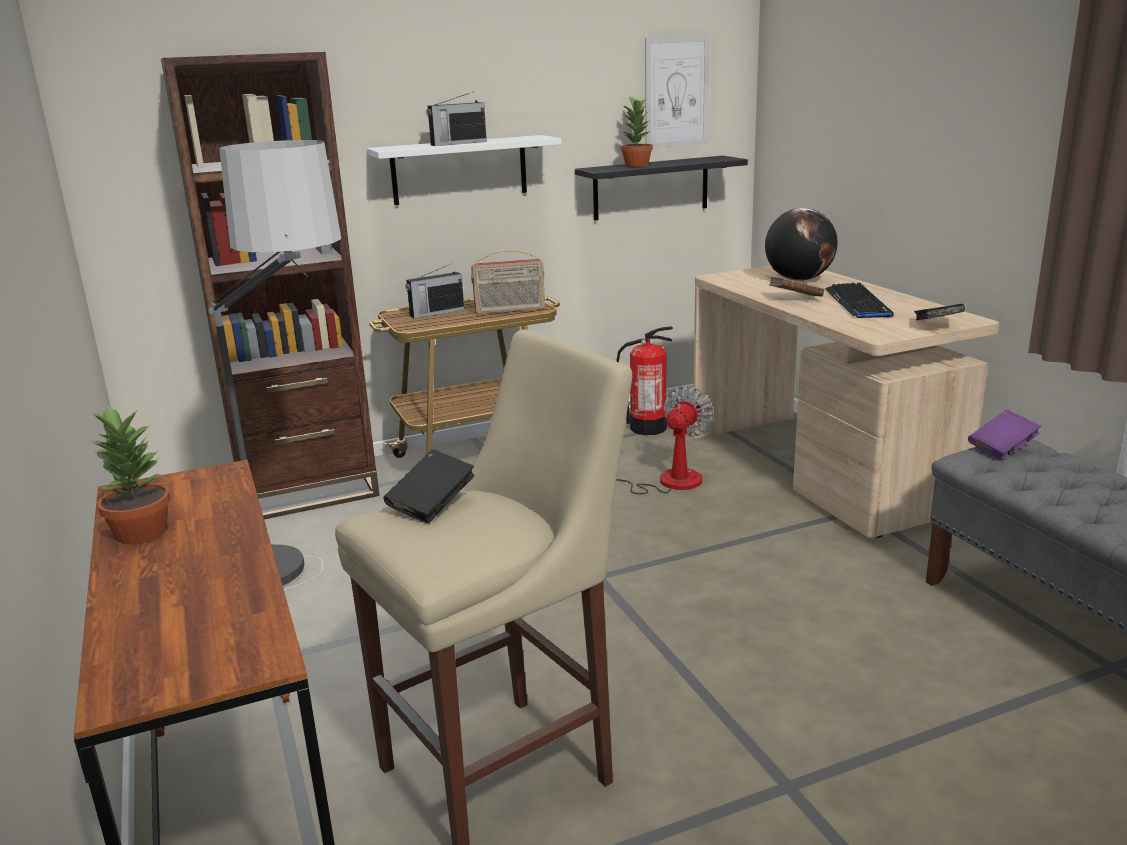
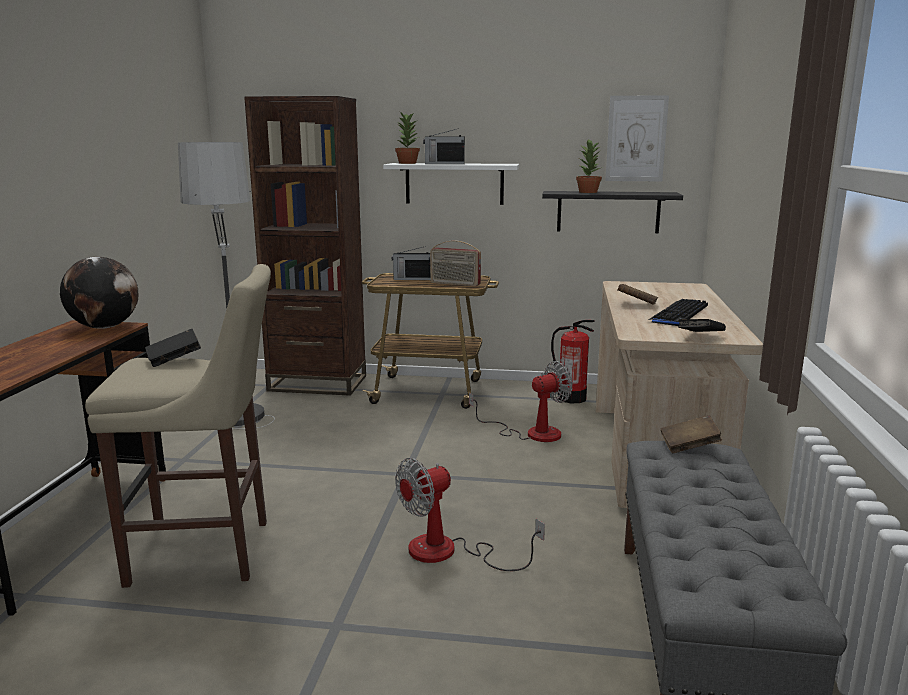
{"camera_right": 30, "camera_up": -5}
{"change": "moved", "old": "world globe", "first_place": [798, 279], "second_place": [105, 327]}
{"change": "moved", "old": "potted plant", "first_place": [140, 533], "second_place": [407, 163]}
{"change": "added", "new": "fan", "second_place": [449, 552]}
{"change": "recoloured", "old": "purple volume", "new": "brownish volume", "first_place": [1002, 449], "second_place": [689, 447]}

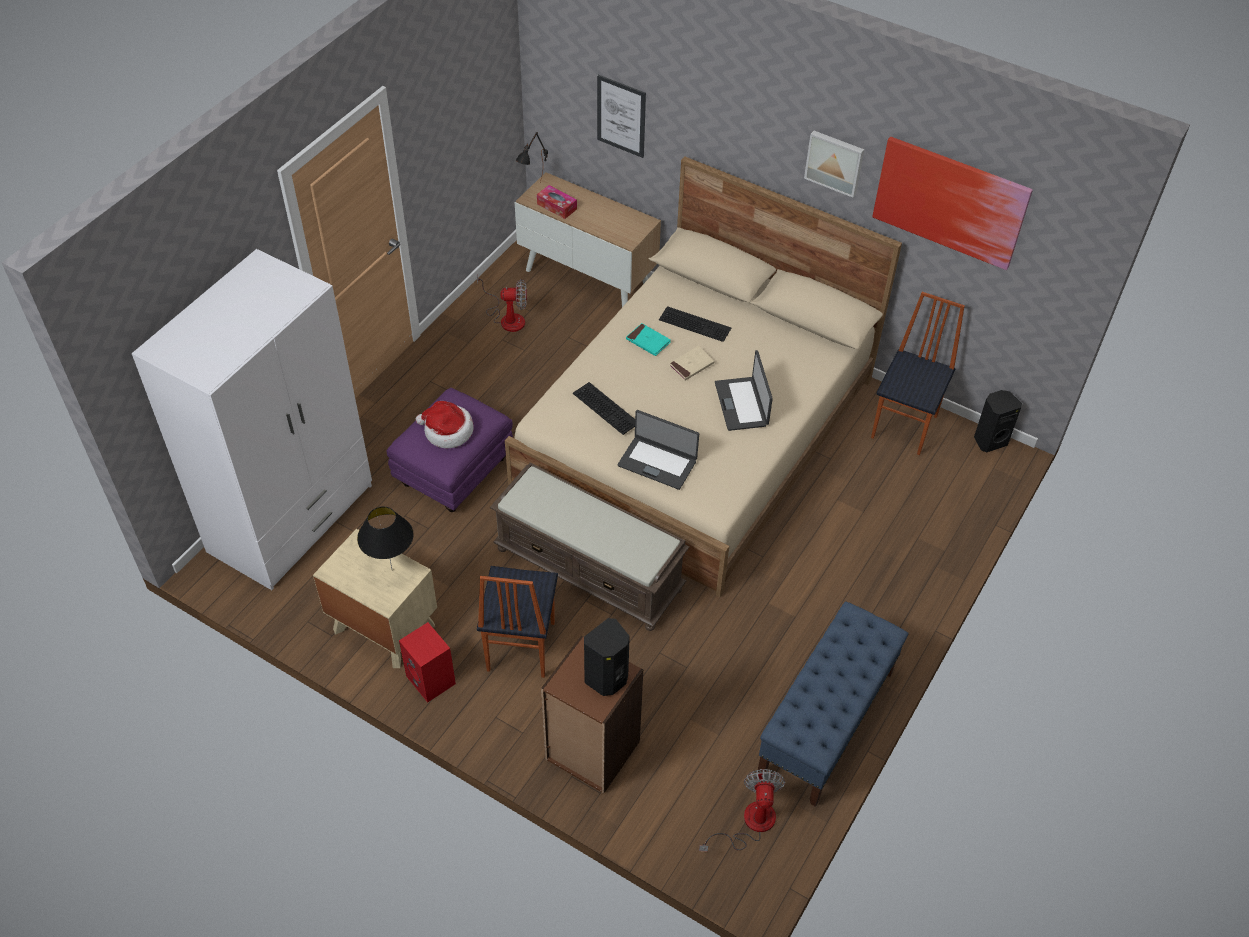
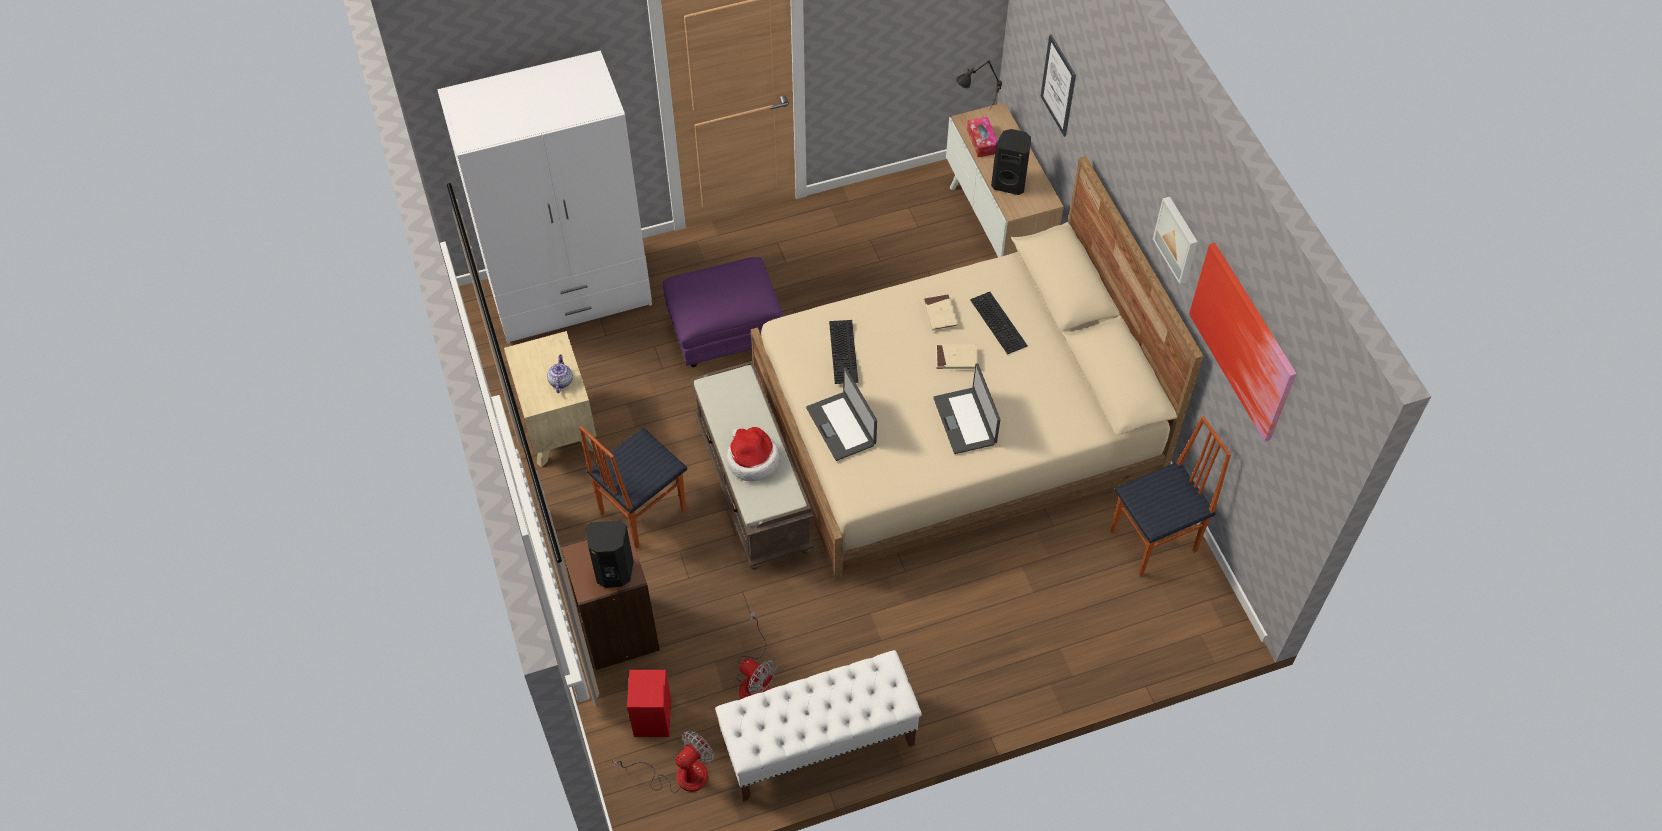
{"camera_right": 40, "camera_up": 5}
{"change": "replaced", "old": "black lamp for a table", "new": "tea pot", "first_place": [391, 570], "second_place": [560, 381]}
{"change": "moved", "old": "reddish audio speaker", "first_place": [432, 680], "second_place": [653, 719]}
{"change": "recoloured", "old": "blue bench", "new": "white bench", "first_place": [826, 723], "second_place": [818, 744]}
{"change": "moved", "old": "wearable hat", "first_place": [447, 431], "second_place": [752, 459]}
{"change": "moved", "old": "fan", "first_place": [507, 317], "second_place": [754, 680]}
{"change": "recoloured", "old": "turquoise-coloured volume", "new": "beige-coloured volume", "first_place": [648, 341], "second_place": [940, 314]}
{"change": "turned", "old": "notebook computer", "first_place": [742, 404], "second_place": [965, 421], "degrees": -45}
{"change": "moved", "old": "black audio speaker", "first_place": [989, 440], "second_place": [1009, 183]}

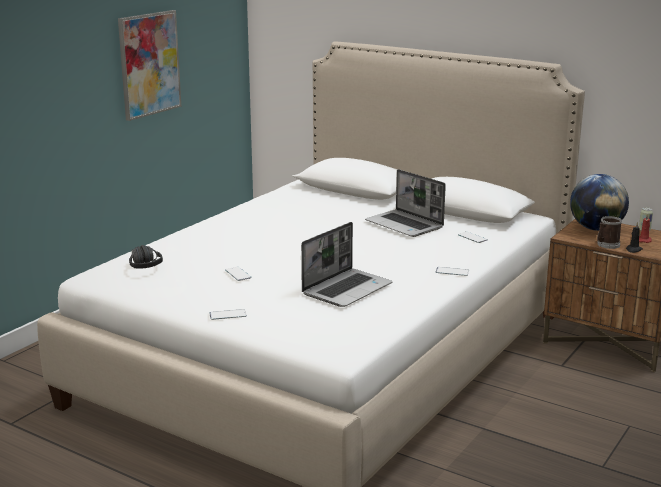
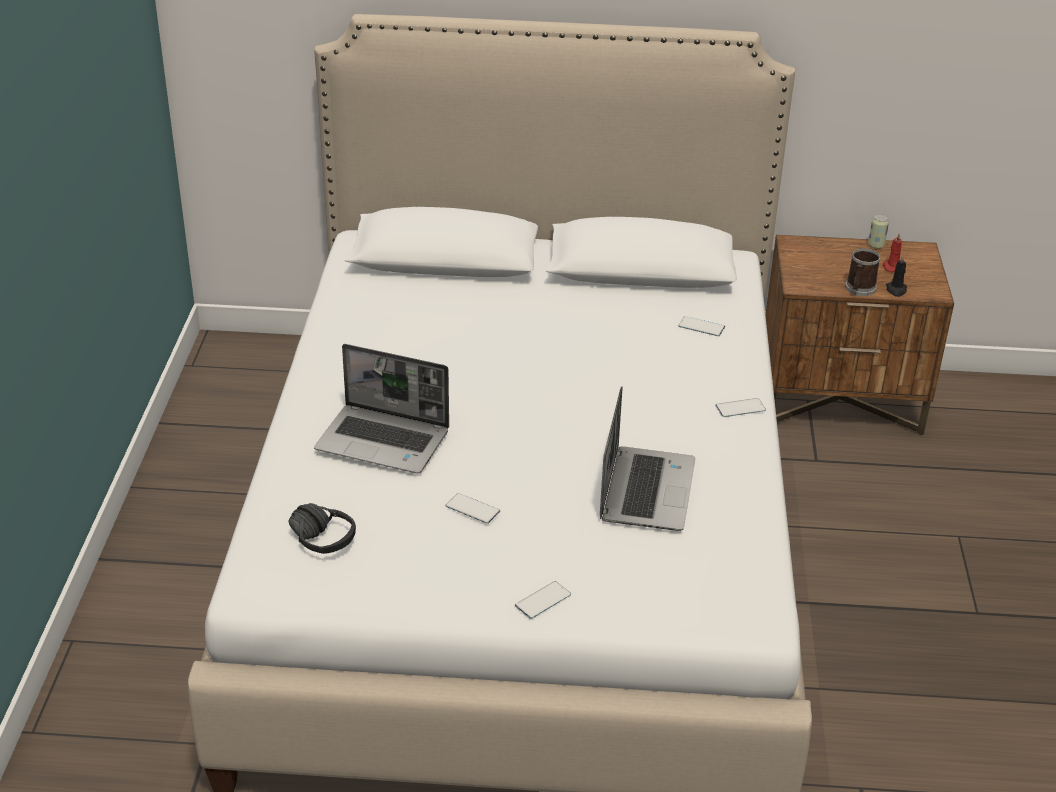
{"camera_right": -30, "camera_up": 15}
{"change": "moved", "old": "notebook computer", "first_place": [405, 225], "second_place": [384, 441]}
{"change": "removed", "old": "wall art", "first_place": [149, 64]}
{"change": "removed", "old": "world globe", "first_place": [596, 229]}

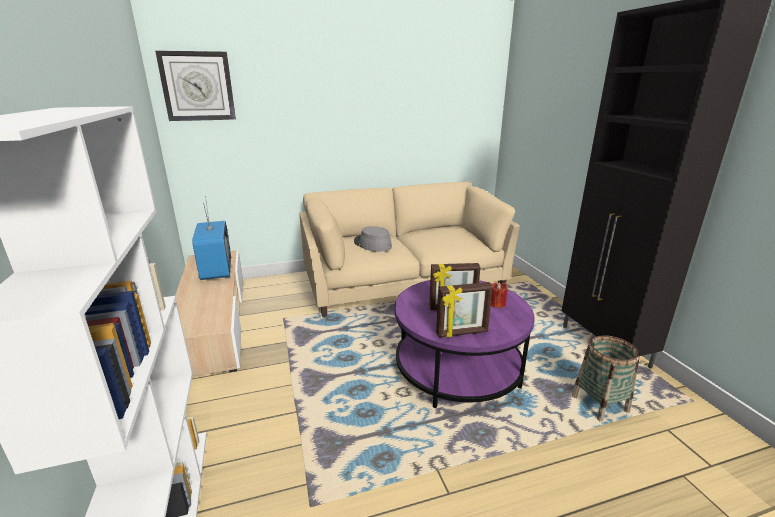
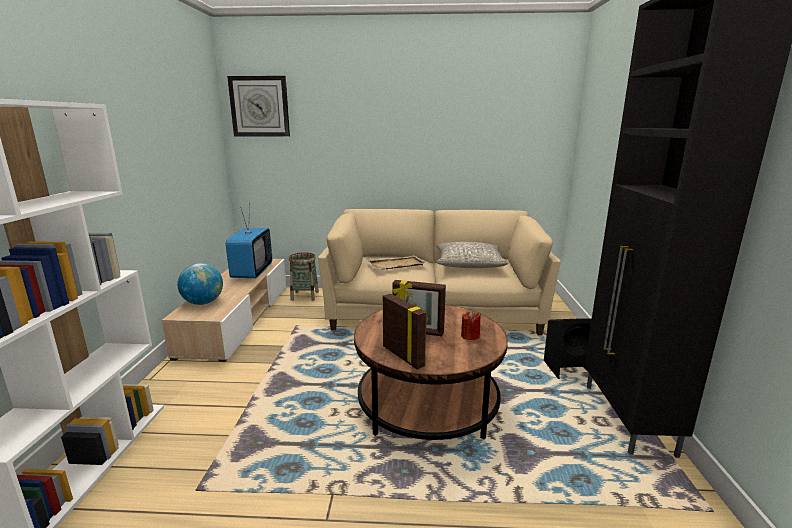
{"camera_right": 20, "camera_up": -5}
{"change": "added", "new": "world globe", "second_place": [203, 302]}
{"change": "moved", "old": "storage basket", "first_place": [599, 404], "second_place": [305, 296]}
{"change": "recoloured", "old": "purple coffee table", "new": "brownish coffee table", "first_place": [457, 368], "second_place": [428, 404]}
{"change": "replaced", "old": "grey wearable hat", "new": "beige-coloured serving tray", "first_place": [372, 244], "second_place": [395, 264]}
{"change": "turned", "old": "standing frame", "first_place": [462, 333], "second_place": [404, 356], "degrees": -135}
{"change": "added", "new": "grey cushion", "second_place": [469, 264]}
{"change": "added", "new": "black audio speaker", "second_place": [569, 369]}

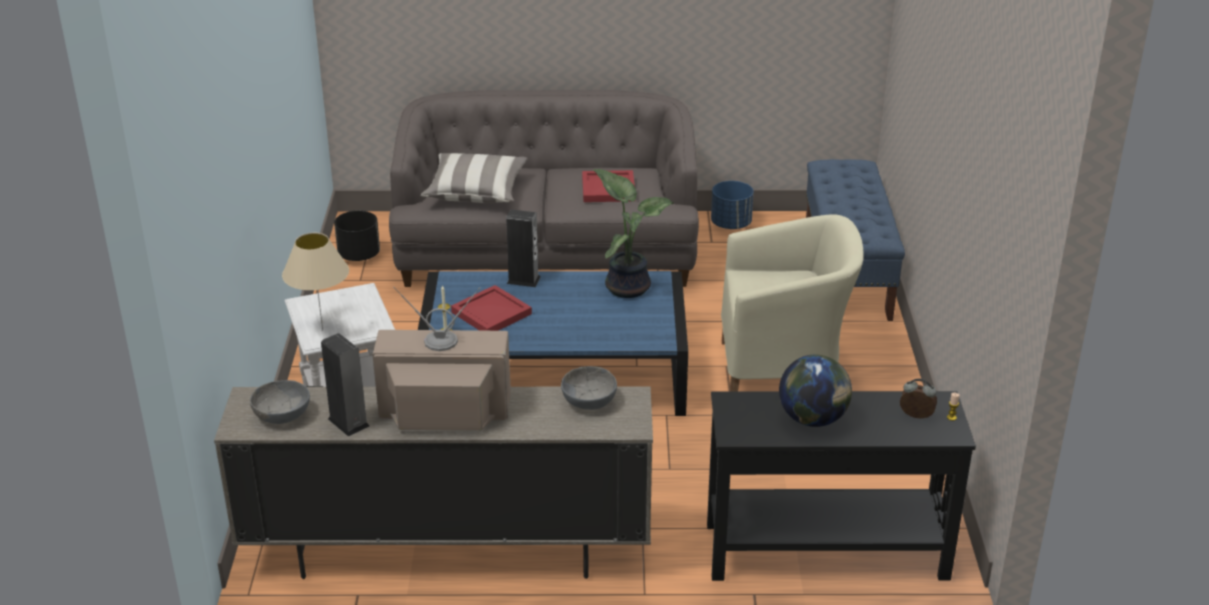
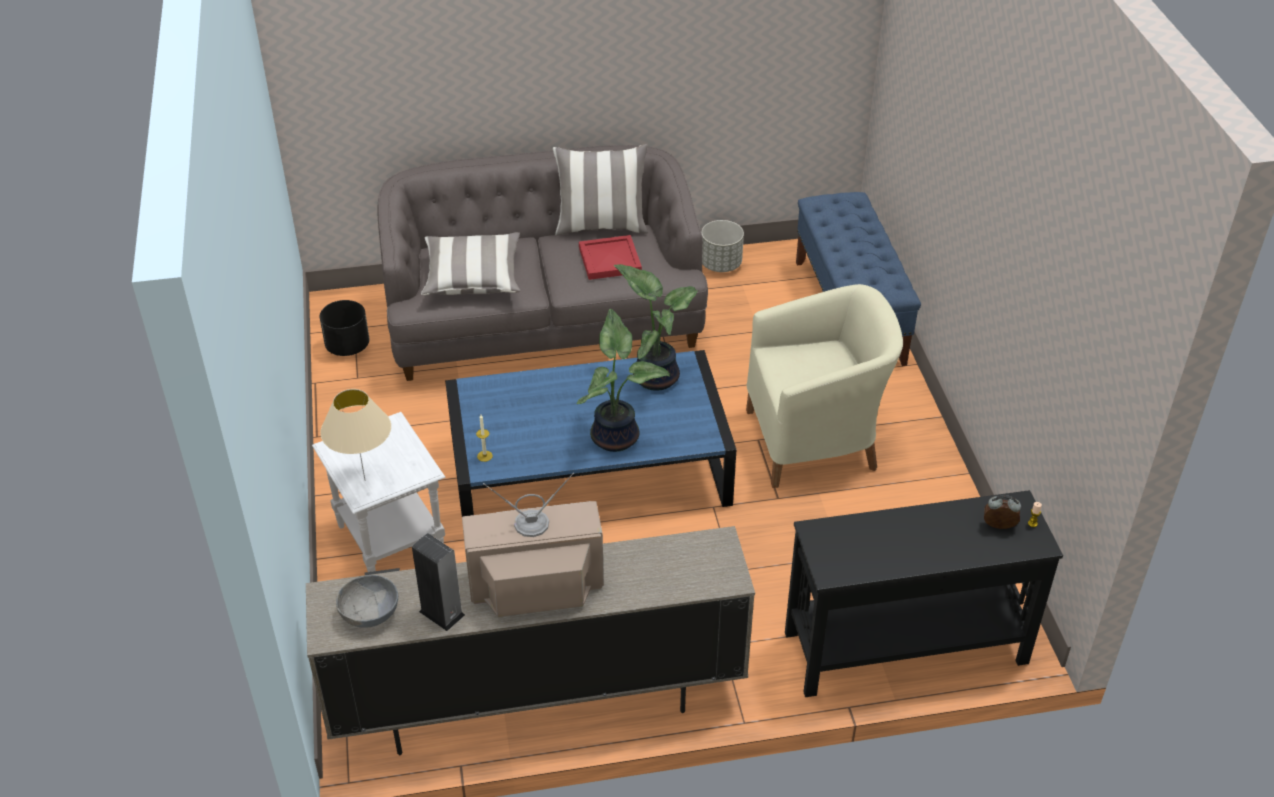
{"camera_right": -10, "camera_up": 10}
{"change": "added", "new": "cushion", "second_place": [601, 226]}
{"change": "added", "new": "potted plant", "second_place": [617, 436]}
{"change": "recoloured", "old": "blue plant pot", "new": "grey plant pot", "first_place": [731, 224], "second_place": [721, 264]}
{"change": "removed", "old": "reddish serving tray", "first_place": [490, 313]}
{"change": "removed", "old": "audio speaker", "first_place": [523, 280]}
{"change": "removed", "old": "grey bowl", "first_place": [588, 401]}
{"change": "removed", "old": "world globe", "first_place": [813, 419]}

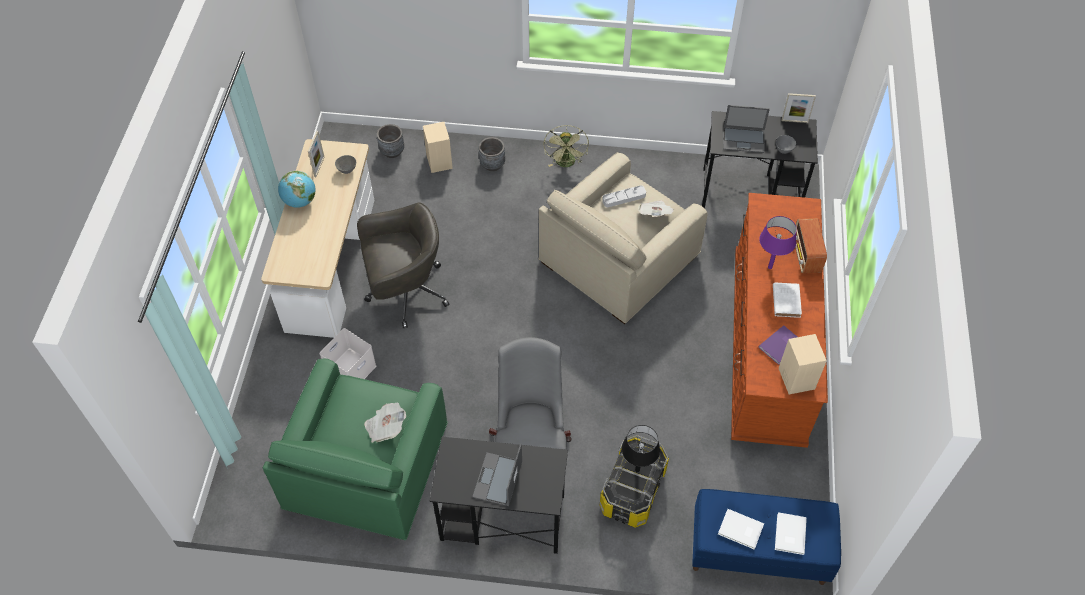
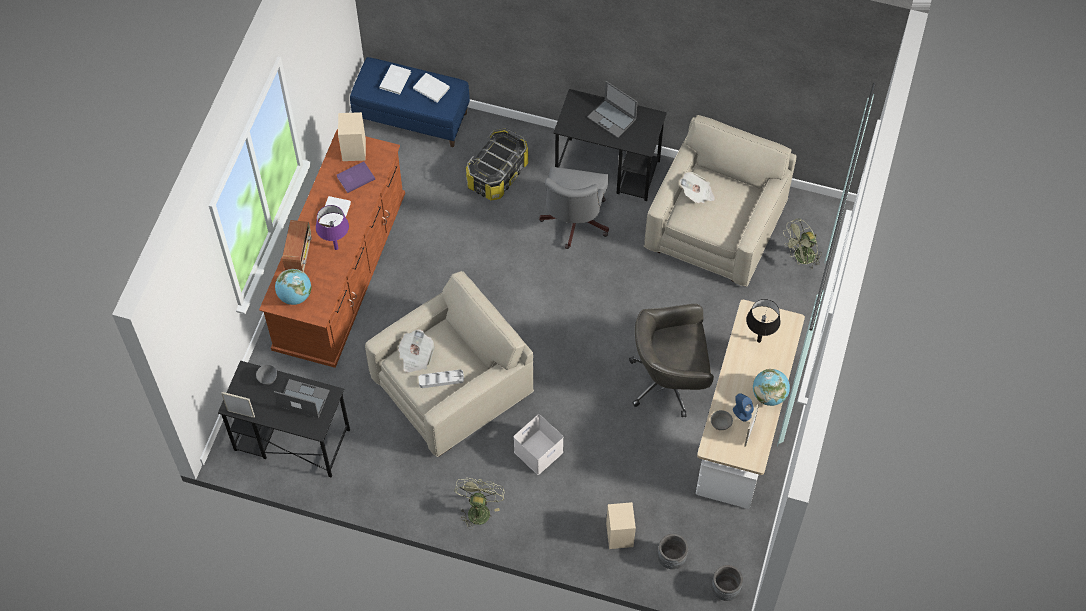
{"camera_right": -170, "camera_up": 5}
{"change": "added", "new": "world globe", "second_place": [295, 296]}
{"change": "moved", "old": "white storage box", "first_place": [350, 368], "second_place": [538, 453]}
{"change": "turned", "old": "notebook computer", "first_place": [497, 480], "second_place": [612, 118], "degrees": 105}
{"change": "recoloured", "old": "green lounge chair", "new": "beige-coloured lounge chair", "first_place": [366, 467], "second_place": [716, 224]}
{"change": "moved", "old": "grey plant pot", "first_place": [492, 164], "second_place": [725, 590]}
{"change": "added", "new": "blue audio speaker", "second_place": [742, 412]}
{"change": "moved", "old": "black lamp for a table", "first_place": [637, 470], "second_place": [758, 340]}
{"change": "added", "new": "green fan", "second_place": [800, 258]}

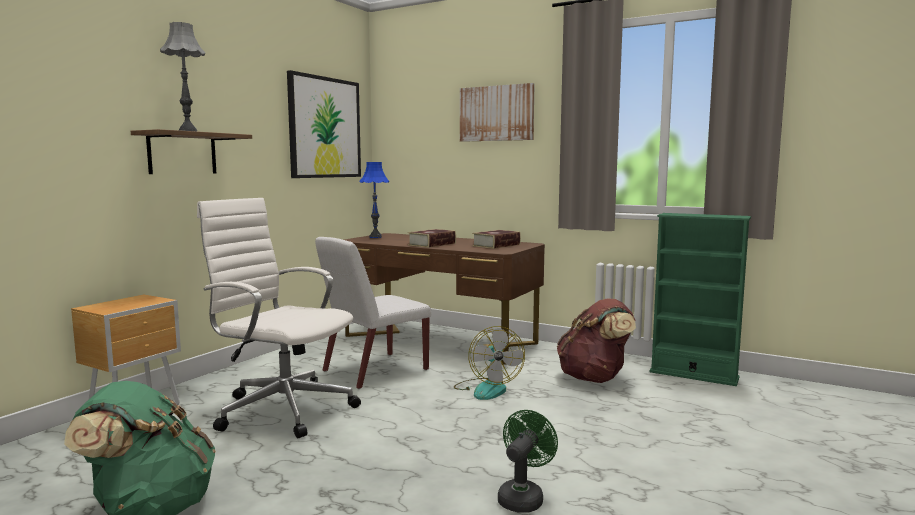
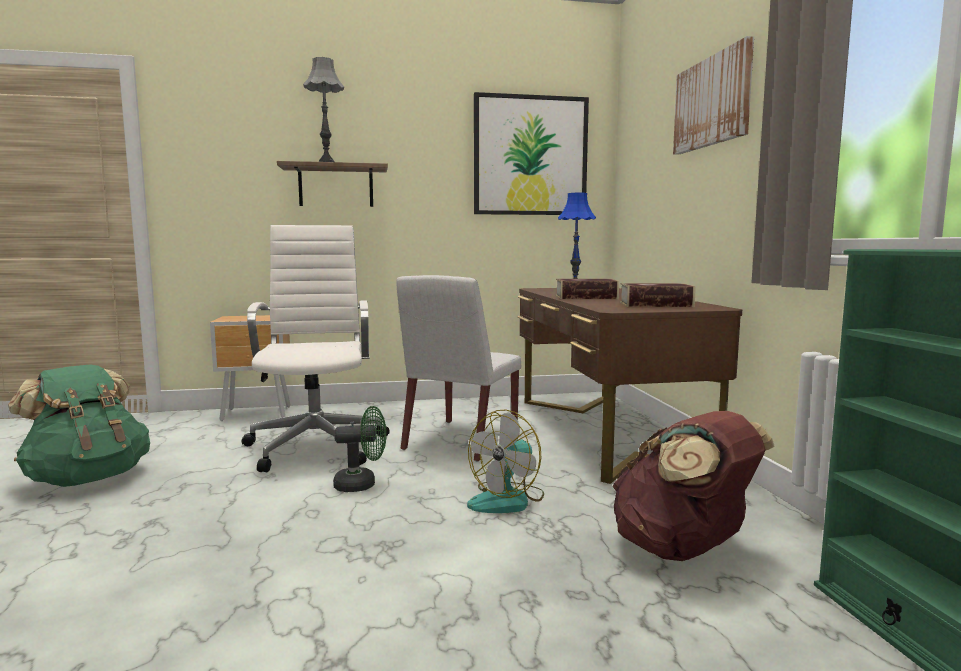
{"camera_right": 50, "camera_up": 0}
{"change": "moved", "old": "green fan", "first_place": [523, 497], "second_place": [362, 484]}
{"change": "turned", "old": "white upright chair", "first_place": [374, 371], "second_place": [460, 440], "degrees": -75}

